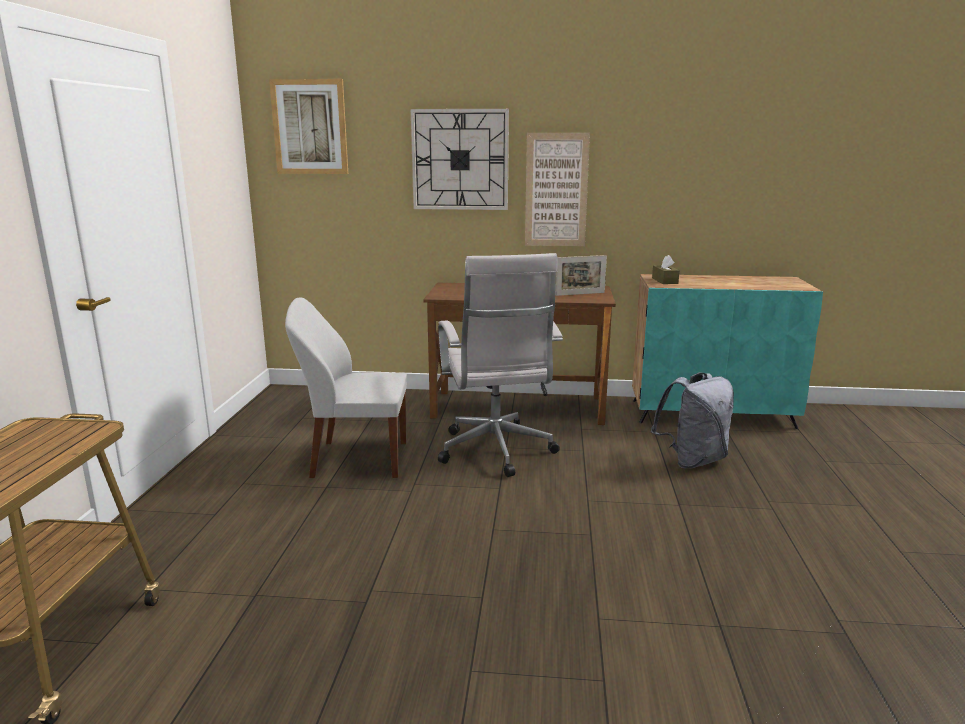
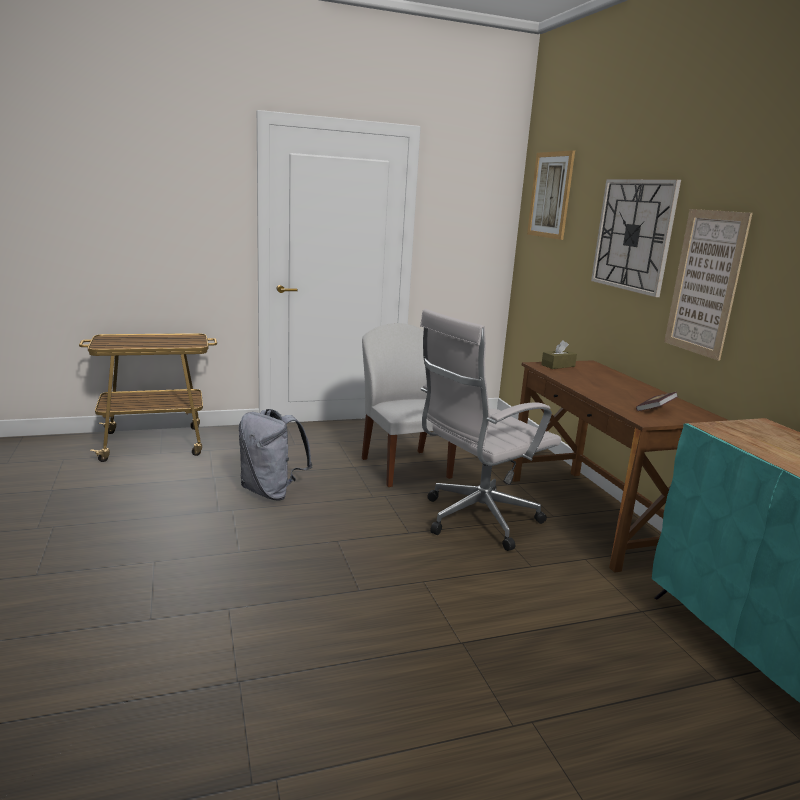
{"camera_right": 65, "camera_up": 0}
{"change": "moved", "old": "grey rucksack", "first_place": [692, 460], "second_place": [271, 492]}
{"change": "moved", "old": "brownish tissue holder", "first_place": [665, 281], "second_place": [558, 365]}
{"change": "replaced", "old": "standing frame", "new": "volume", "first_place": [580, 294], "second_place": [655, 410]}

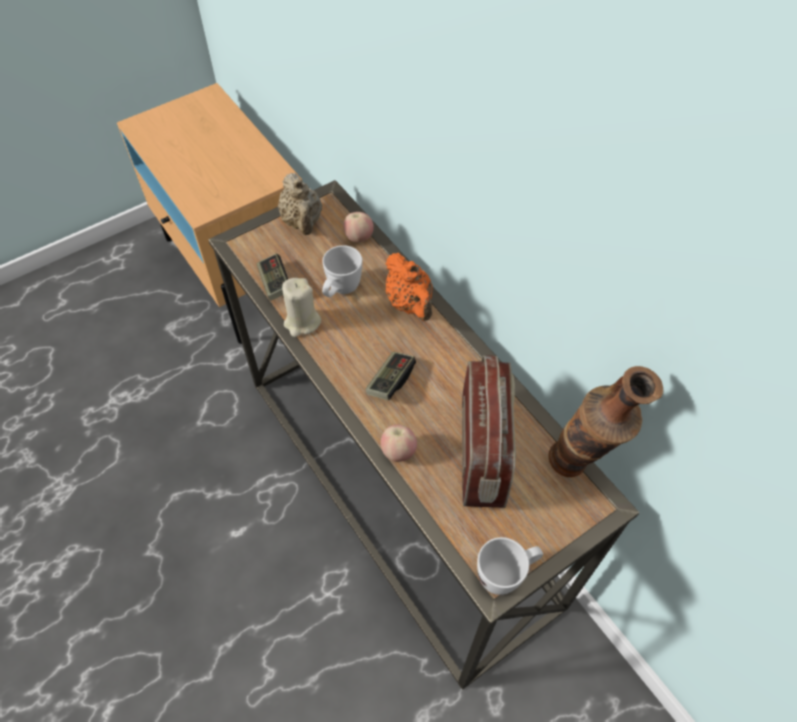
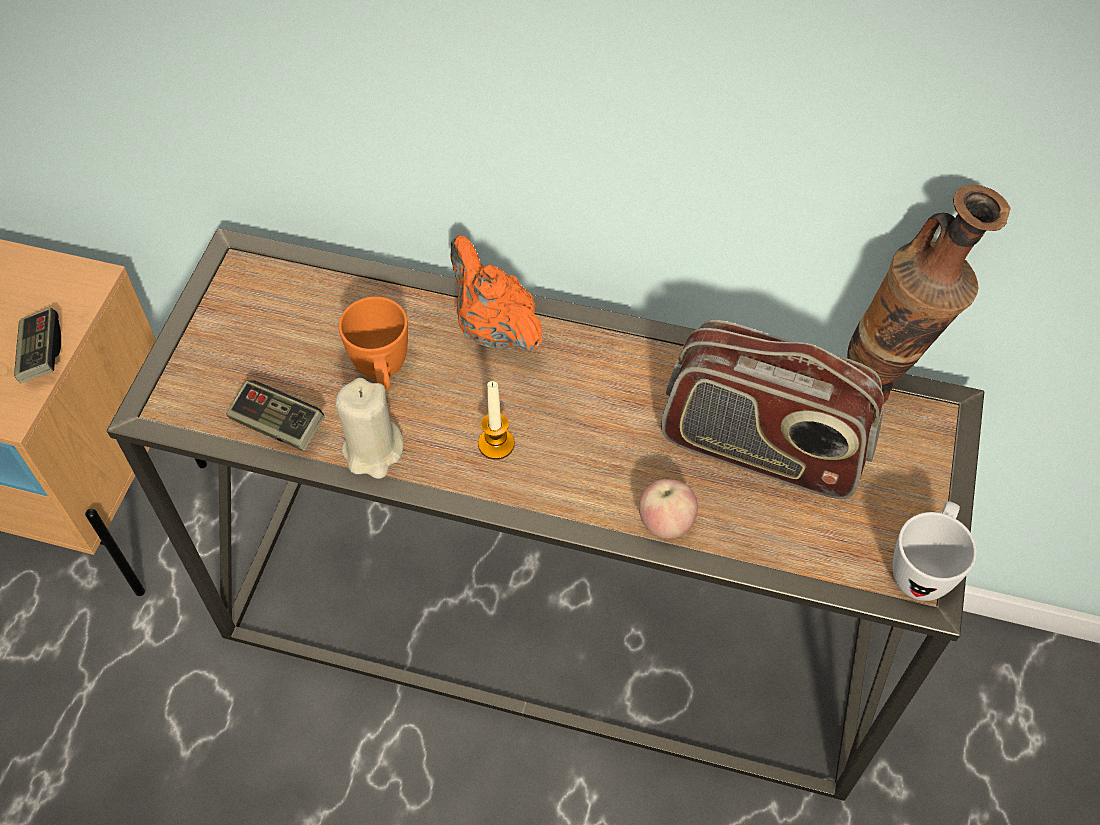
{"camera_right": -40, "camera_up": 0}
{"change": "moved", "old": "gamepad", "first_place": [390, 381], "second_place": [41, 354]}
{"change": "recoloured", "old": "white mug", "new": "orange mug", "first_place": [340, 291], "second_place": [382, 374]}
{"change": "turned", "old": "orange tea pot", "first_place": [410, 304], "second_place": [494, 329], "degrees": -150}
{"change": "added", "new": "wax candle", "second_place": [496, 444]}
{"change": "turned", "old": "radio", "first_place": [483, 452], "second_place": [761, 449], "degrees": 150}
{"change": "removed", "old": "beige-coloured tea pot", "first_place": [302, 222]}
{"change": "removed", "old": "whole apple", "first_place": [358, 237]}

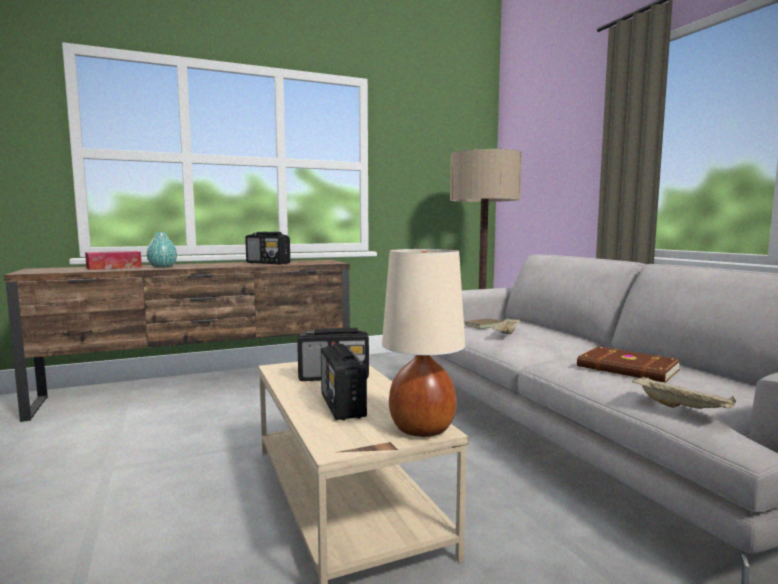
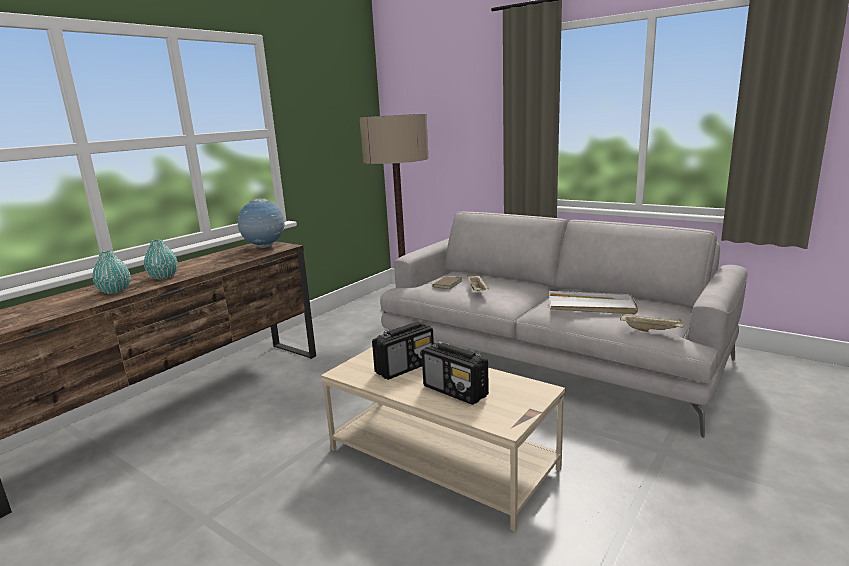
{"camera_right": -30, "camera_up": 10}
{"change": "added", "new": "turquoise-coloured flower vase", "second_place": [163, 277]}
{"change": "added", "new": "world globe", "second_place": [264, 247]}
{"change": "replaced", "old": "brownish volume", "new": "white serving tray", "first_place": [627, 369], "second_place": [591, 306]}
{"change": "removed", "old": "tissue holder", "first_place": [114, 267]}
{"change": "removed", "old": "radio", "first_place": [268, 263]}
{"change": "removed", "old": "beige-coloured lamp for a table", "first_place": [422, 429]}

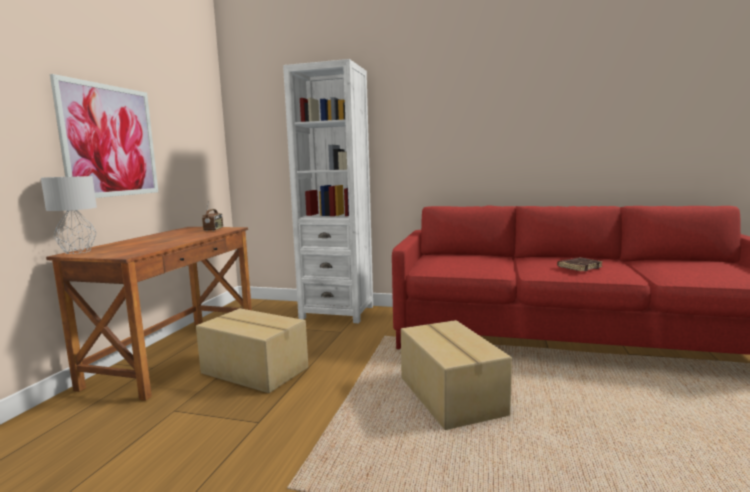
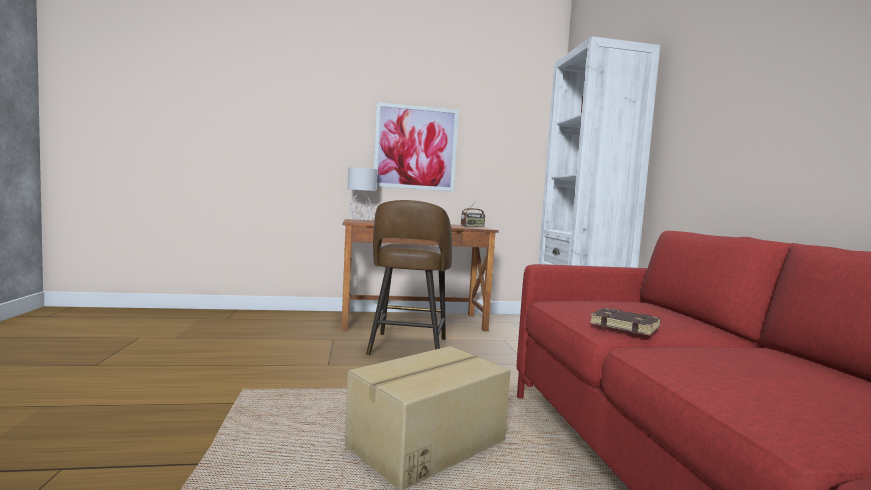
{"camera_right": 65, "camera_up": -5}
{"change": "replaced", "old": "packing box", "new": "brownish sitting stool", "first_place": [254, 371], "second_place": [407, 347]}
{"change": "moved", "old": "brownish volume", "first_place": [579, 267], "second_place": [626, 326]}

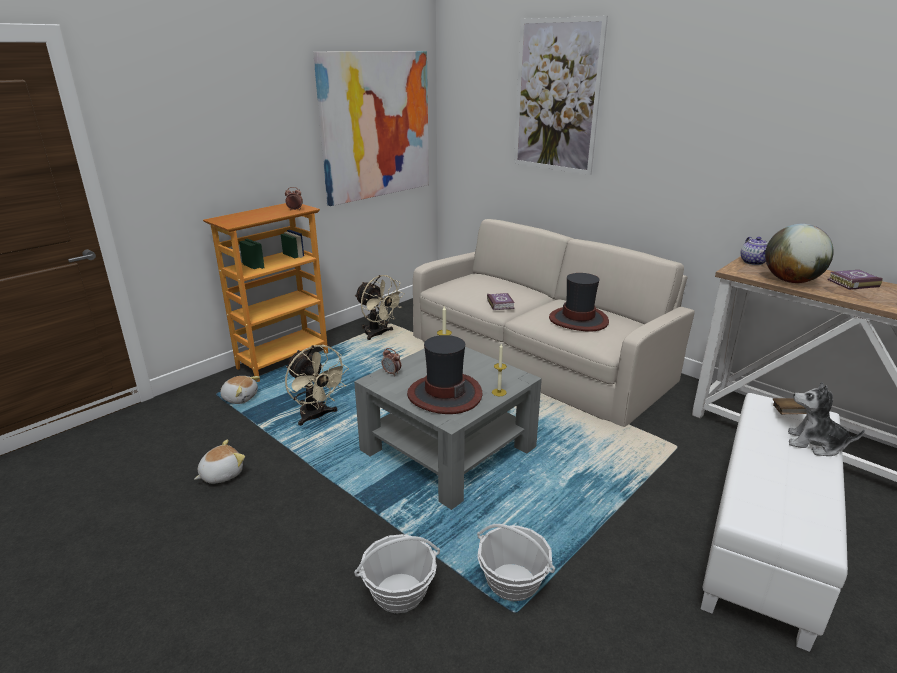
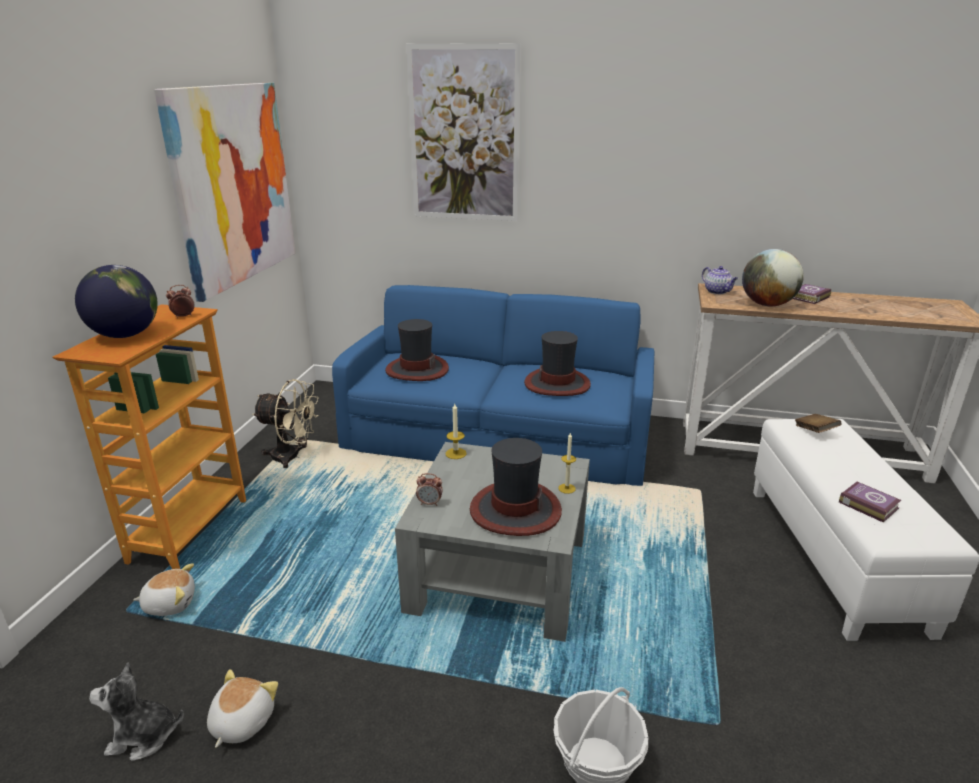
{"camera_right": -30, "camera_up": 0}
{"change": "added", "new": "world globe", "second_place": [125, 335]}
{"change": "moved", "old": "soft toy", "first_place": [815, 444], "second_place": [143, 737]}
{"change": "recoloured", "old": "beige-coloured couch", "new": "blue couch", "first_place": [539, 356], "second_place": [499, 433]}
{"change": "added", "new": "wearable hat", "second_place": [416, 369]}
{"change": "moved", "old": "volume", "first_place": [500, 304], "second_place": [867, 504]}
{"change": "removed", "old": "beige-coloured fan", "first_place": [316, 417]}
{"change": "removed", "old": "storage basket", "first_place": [513, 582]}

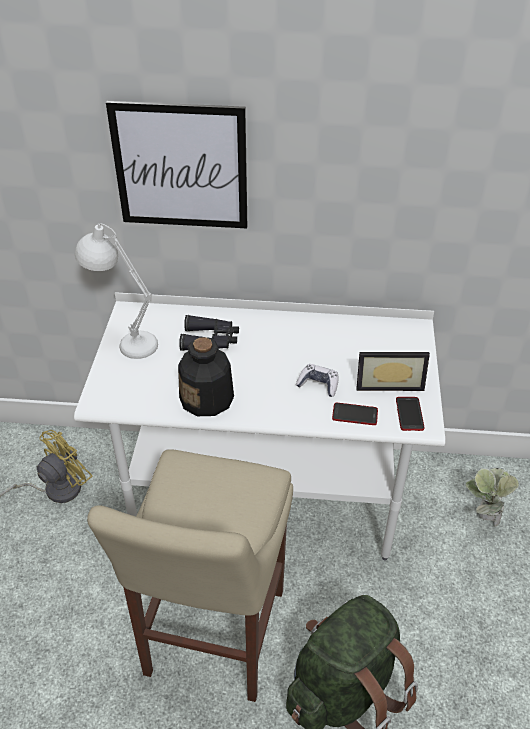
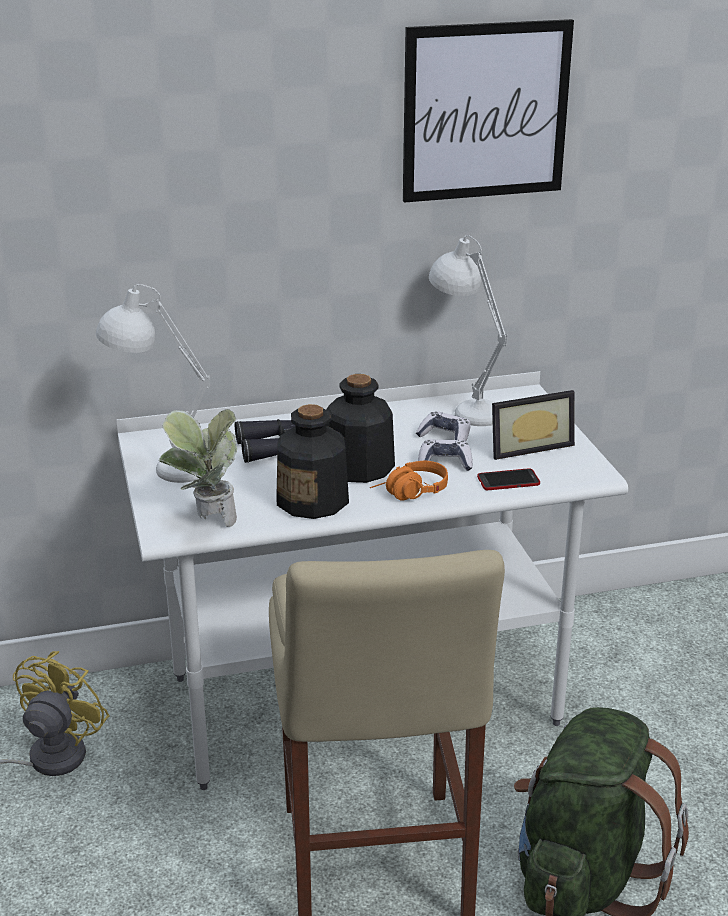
{"camera_right": -20, "camera_up": -15}
{"change": "moved", "old": "potted plant", "first_place": [483, 517], "second_place": [207, 521]}
{"change": "added", "new": "drink bottle", "second_place": [358, 467]}
{"change": "added", "new": "orange headset", "second_place": [409, 493]}
{"change": "moved", "old": "wall art", "first_place": [180, 166], "second_place": [485, 111]}
{"change": "added", "new": "gamepad", "second_place": [445, 436]}
{"change": "added", "new": "white lamp for a table", "second_place": [465, 407]}
{"change": "removed", "old": "telephone", "first_place": [409, 414]}

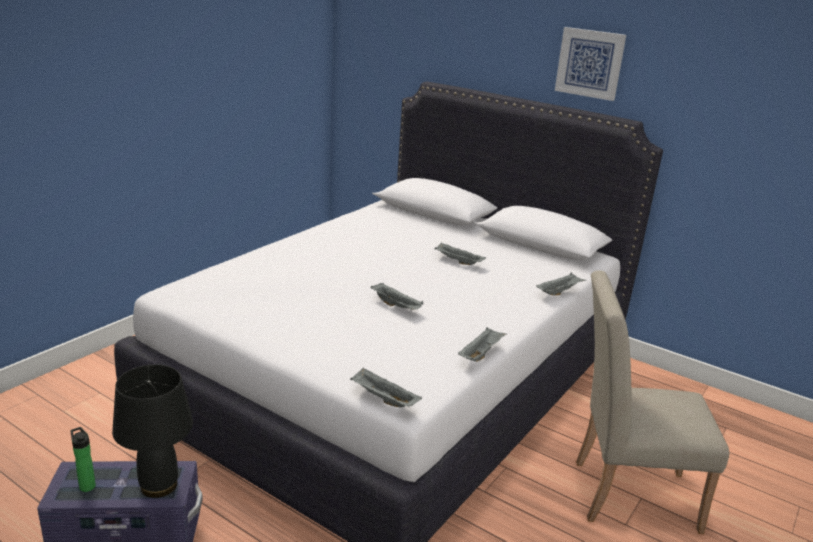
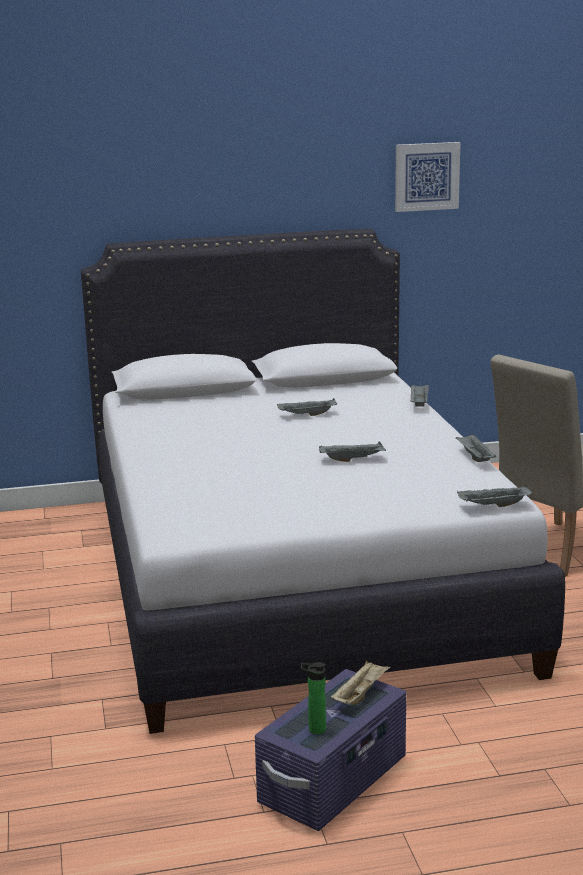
{"camera_right": -45, "camera_up": -5}
{"change": "replaced", "old": "black lamp for a table", "new": "beige-coloured serving tray", "first_place": [158, 485], "second_place": [360, 694]}
{"change": "moved", "old": "wall art", "first_place": [590, 63], "second_place": [426, 176]}

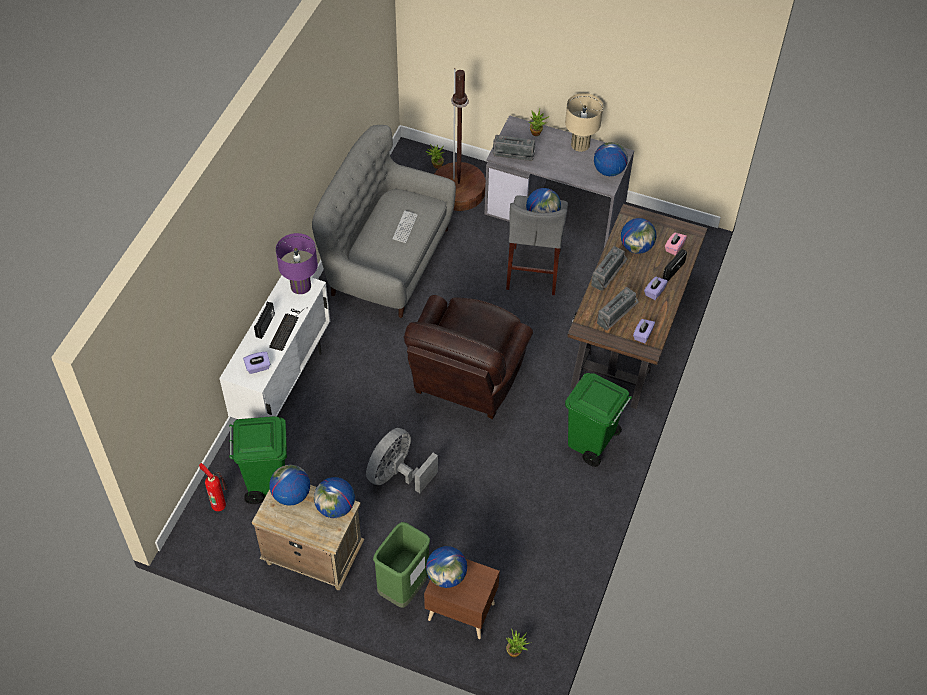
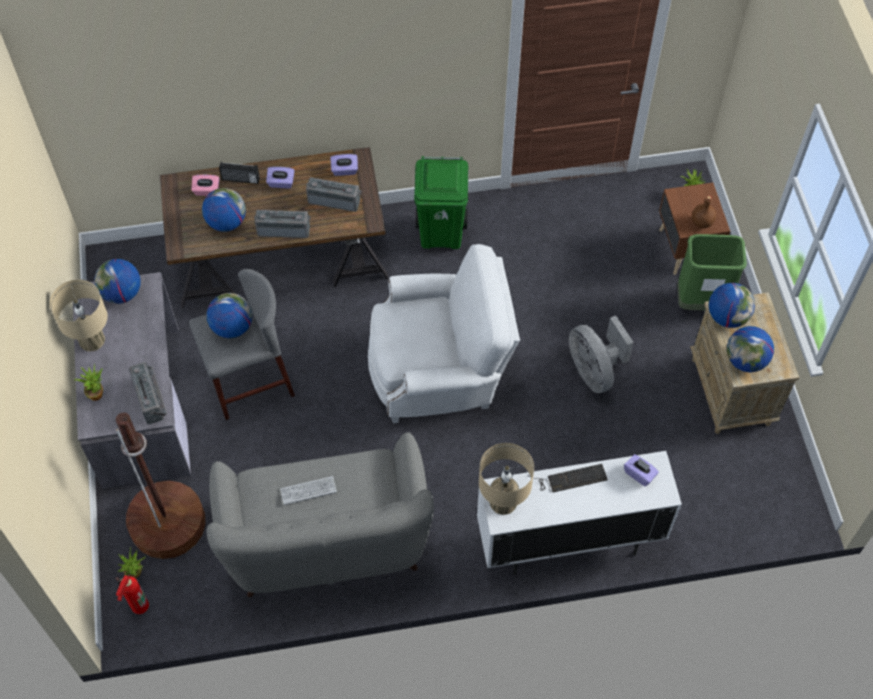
{"camera_right": -120, "camera_up": 5}
{"change": "moved", "old": "fire-fighting cylinder", "first_place": [219, 503], "second_place": [137, 606]}
{"change": "recoloured", "old": "brownish lounge chair", "new": "white lounge chair", "first_place": [466, 379], "second_place": [440, 371]}
{"change": "recoloured", "old": "purple lamp for a table", "new": "beige-coloured lamp for a table", "first_place": [300, 286], "second_place": [503, 501]}
{"change": "turned", "old": "grey fan", "first_place": [397, 475], "second_place": [594, 371], "degrees": 60}
{"change": "replaced", "old": "world globe", "new": "brownish drink bottle", "first_place": [446, 576], "second_place": [701, 222]}
{"change": "removed", "old": "green trash can", "first_place": [266, 481]}
{"change": "removed", "old": "radio", "first_place": [266, 325]}

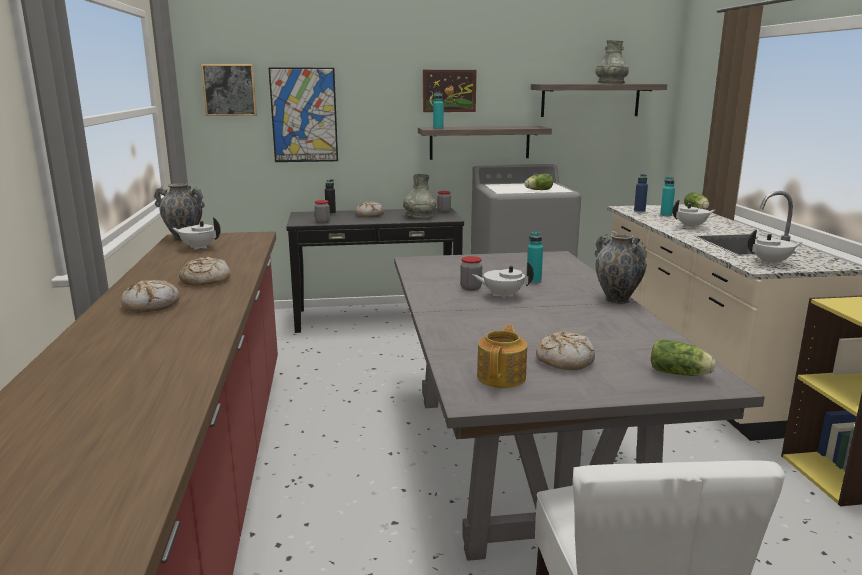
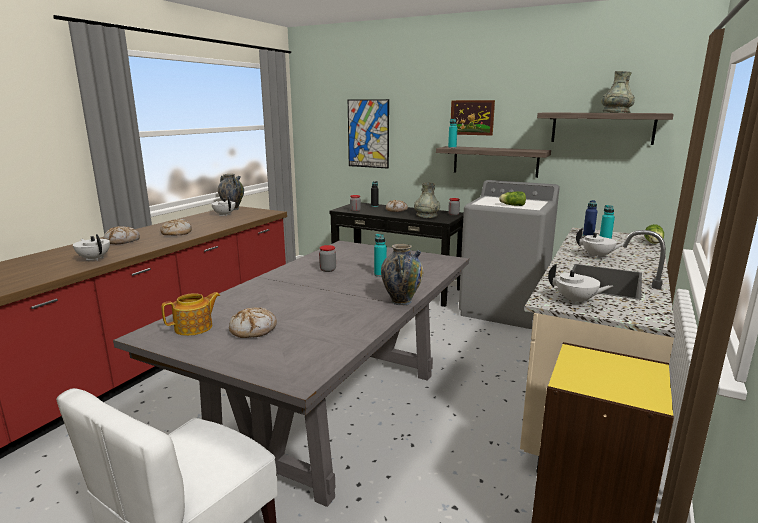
{"camera_right": 35, "camera_up": 0}
{"change": "moved", "old": "white tea pot", "first_place": [502, 295], "second_place": [94, 259]}
{"change": "removed", "old": "wall art", "first_place": [229, 90]}
{"change": "removed", "old": "lettuce", "first_place": [681, 374]}

